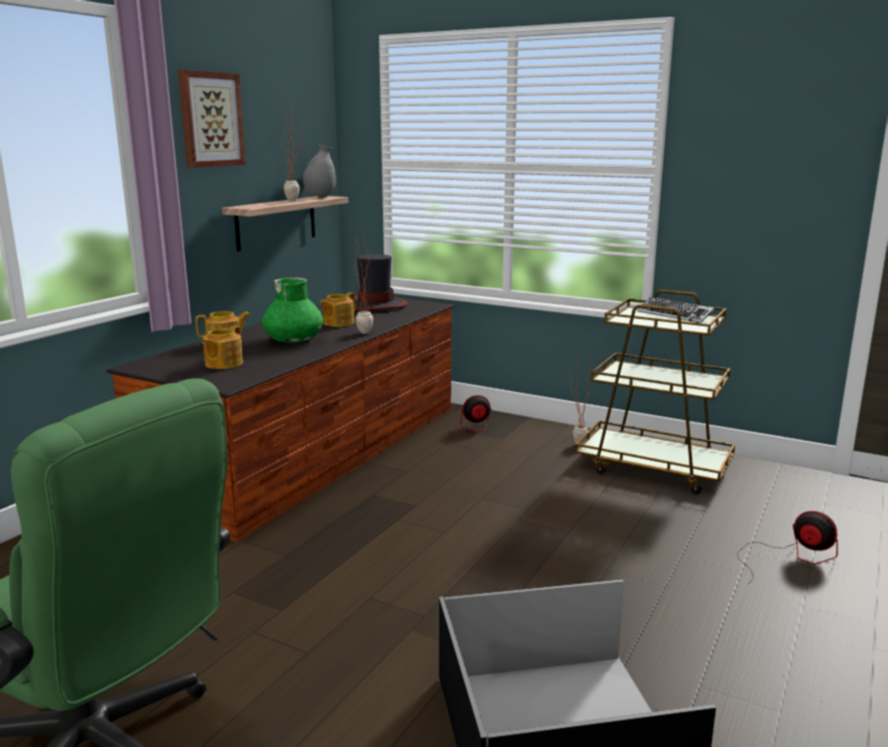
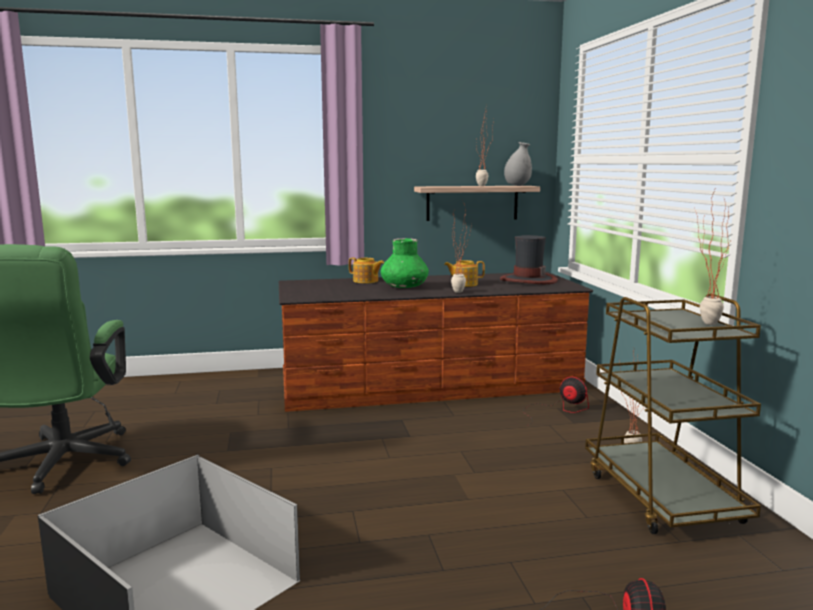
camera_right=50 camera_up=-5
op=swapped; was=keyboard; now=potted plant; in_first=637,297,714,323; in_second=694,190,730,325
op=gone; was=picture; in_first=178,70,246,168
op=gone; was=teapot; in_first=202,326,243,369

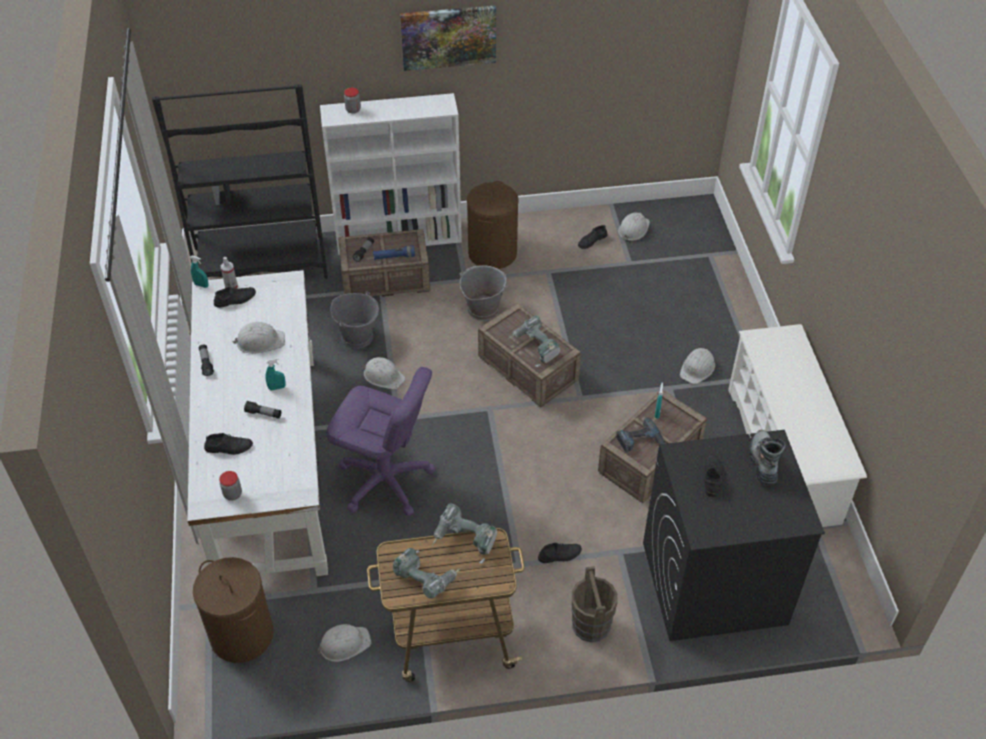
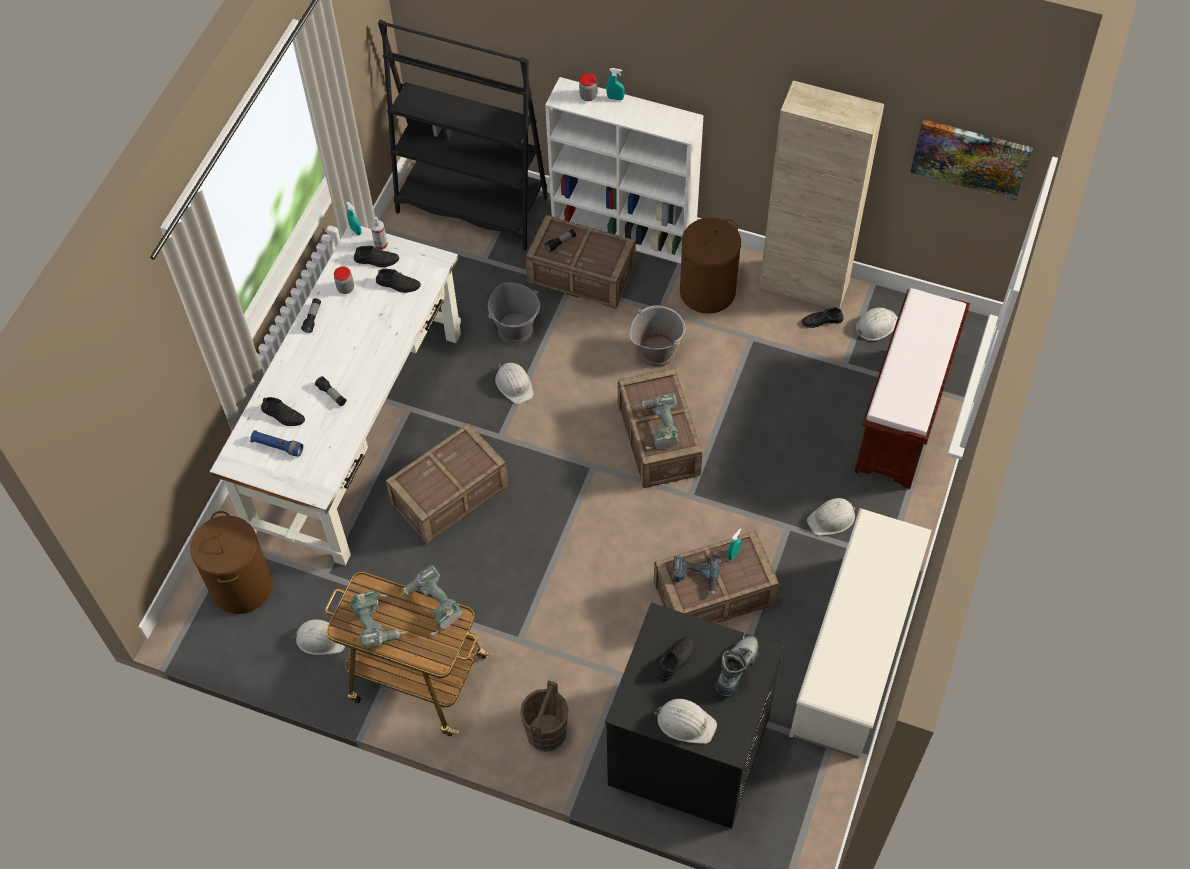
camera_right=30 camera_up=10
op=shifted; was=flashlight (blue); in_first=373,246,415,260; in_second=250,430,303,457
op=shifted; was=jar; in_first=219,471,242,501; in_second=334,267,354,294
op=shifted; was=shoe (black); in_first=538,543,582,563; in_second=376,269,421,293
op=swapped; was=office chair (purple); now=crate; in_first=326,367,436,516; in_second=386,423,509,544
op=shifted; was=spray bottle (turquoise); in_first=265,358,286,391; in_second=606,68,625,100
op=shifted; was=hard hat (white); in_first=233,322,285,354; in_second=654,699,717,744
op=new; now=cabinet (beige); in_second=759,80,884,309
op=new; now=bench (brown); in_second=854,288,970,489
op=shifted; was=picture; in_first=400,6,496,71; in_second=911,119,1033,200

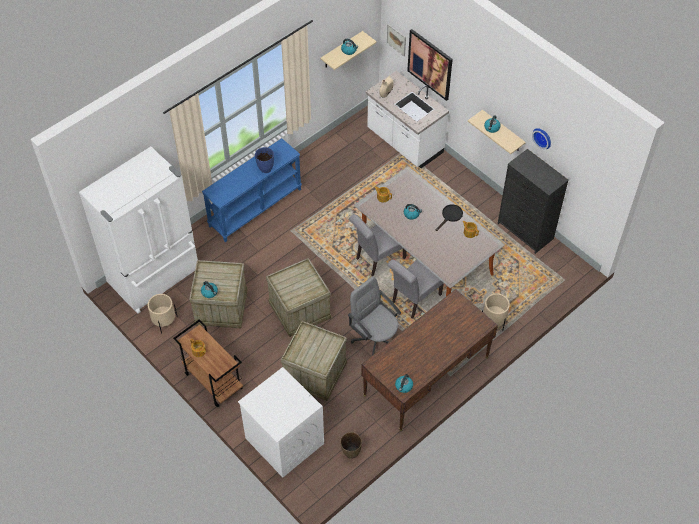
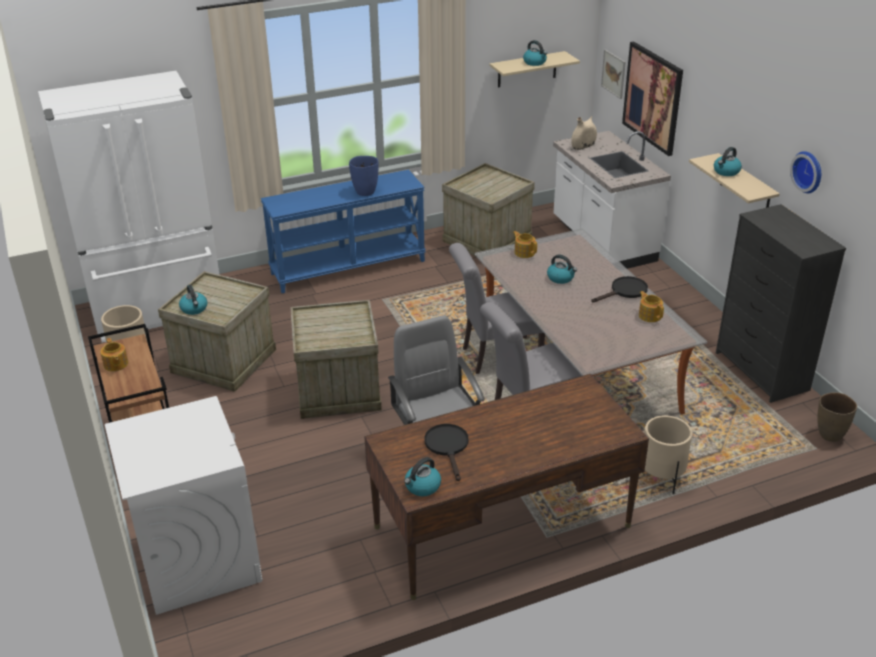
camera_right=20 camera_up=-20
op=new; now=frying pan (black); in_second=424,424,469,481
op=shifted; was=crate; in_first=281,321,347,401; in_second=442,163,535,256
op=shifted; was=vase (brown); in_first=340,432,362,459; in_second=817,392,857,442

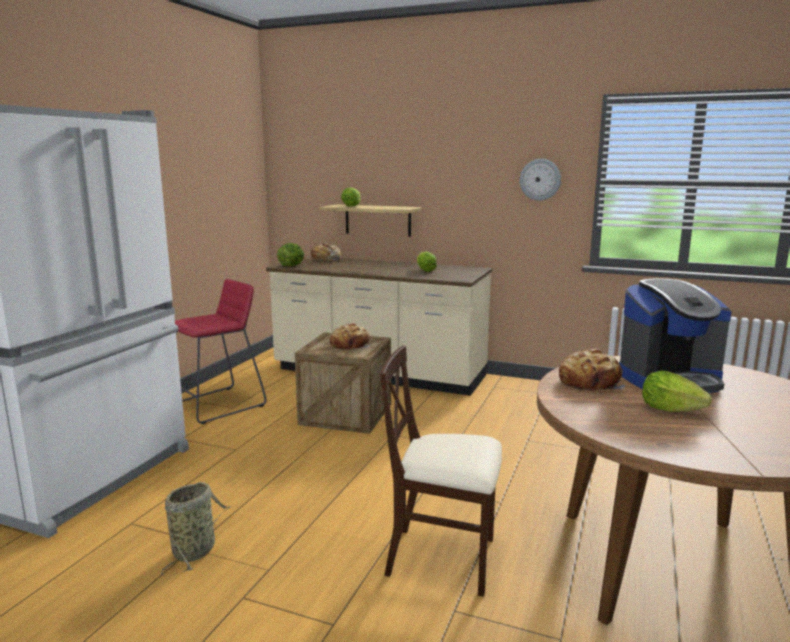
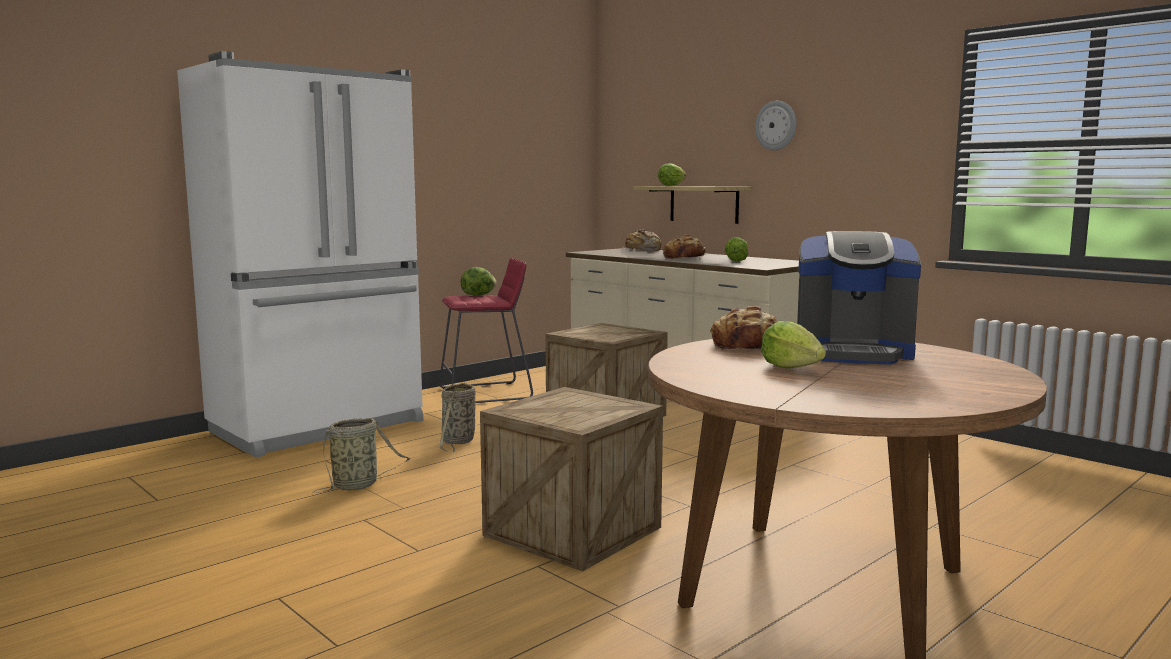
camera_right=25 camera_up=-5
op=new; now=basket; in_second=440,382,476,453
op=shifted; was=lettuce; in_first=277,243,304,266; in_second=460,267,496,295
op=swapped; was=chair (beige); now=crate; in_first=380,346,502,597; in_second=480,387,663,572
op=shifted; was=bread; in_first=330,323,371,351; in_second=663,234,706,259
op=shifted; was=wall clock; in_first=520,159,561,201; in_second=755,101,796,150

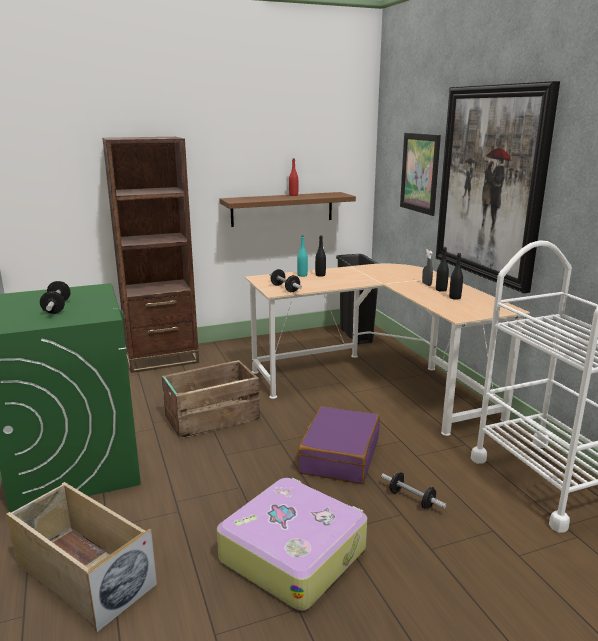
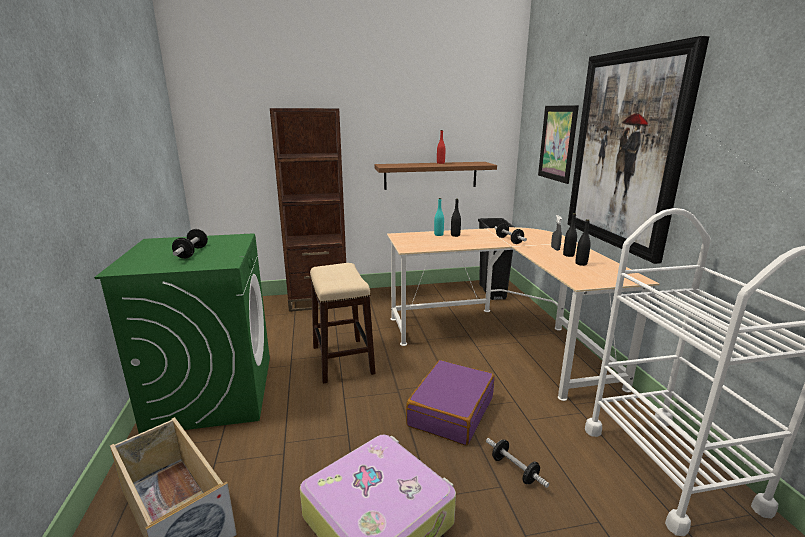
camera_right=10 camera_up=0
op=swapped; was=crate; now=stool; in_first=162,360,260,439; in_second=310,263,376,383
op=shifted; was=dumbbell; in_first=270,269,302,292; in_second=494,223,527,244

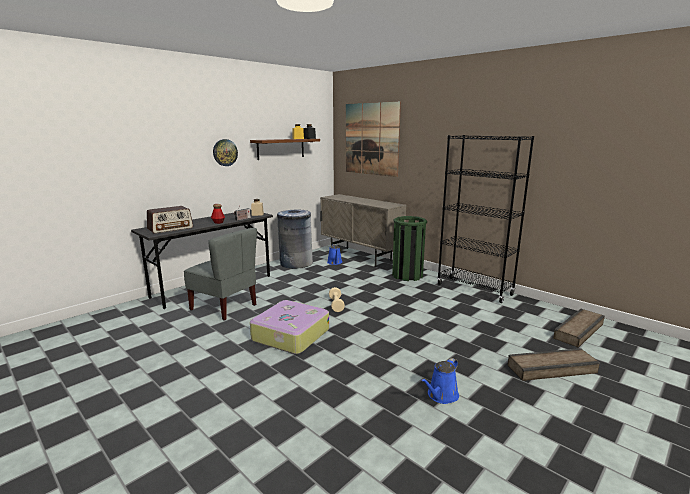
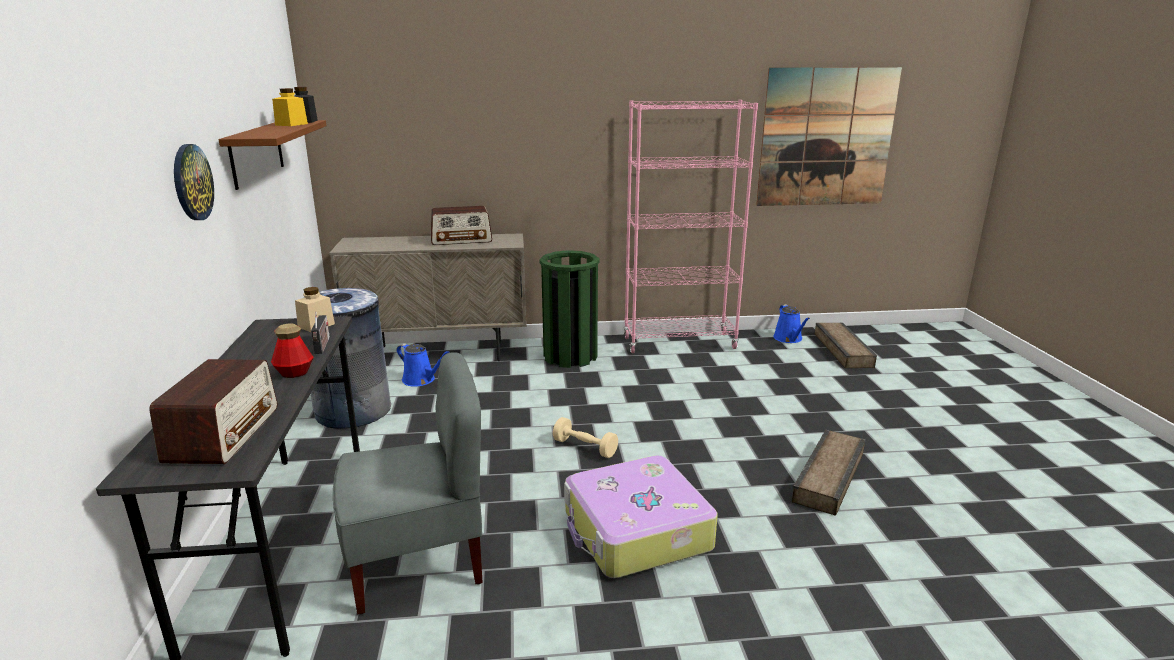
camera_right=-50 camera_up=5
op=new; now=radio; in_second=431,206,492,245
op=repainted; was=bookcase (black); now=bookcase (pink); in_first=437,135,534,303; in_second=624,100,758,353
op=shifted; was=picture; in_first=346,101,401,177; in_second=756,67,902,206
op=shifted; was=watering can (blue); in_first=421,358,459,404; in_second=773,304,810,343
op=shifted; was=crate; in_first=508,348,600,381; in_second=792,430,866,516

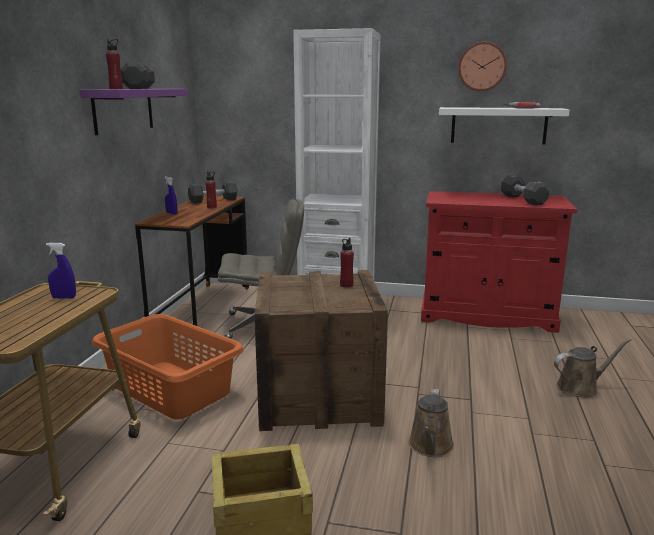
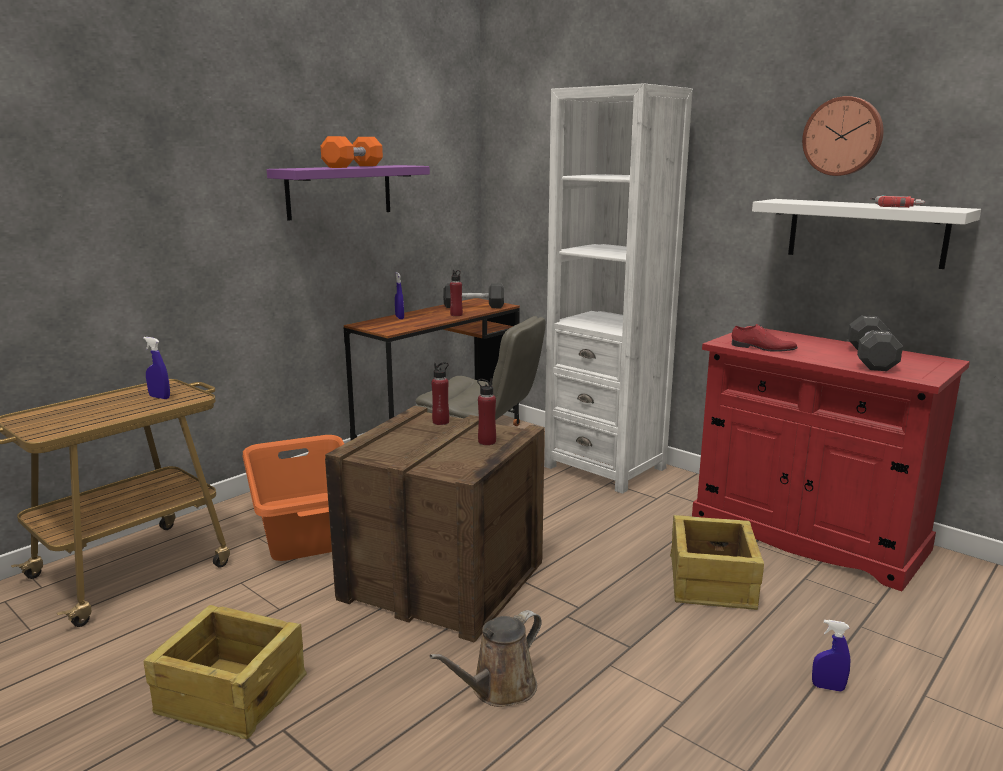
camera_right=30 camera_up=0
op=repainted; was=dumbbell (black); now=dumbbell (orange); in_first=121,62,155,89; in_second=321,136,383,168
op=shifted; was=bottle (red); in_first=106,39,123,89; in_second=431,362,449,425
op=new; now=crate; in_second=670,515,764,610
op=new; now=shoe (red); in_second=732,324,798,352
op=swapped; was=watering can (brown); now=spray bottle (blue); in_first=554,339,631,398; in_second=812,620,850,692

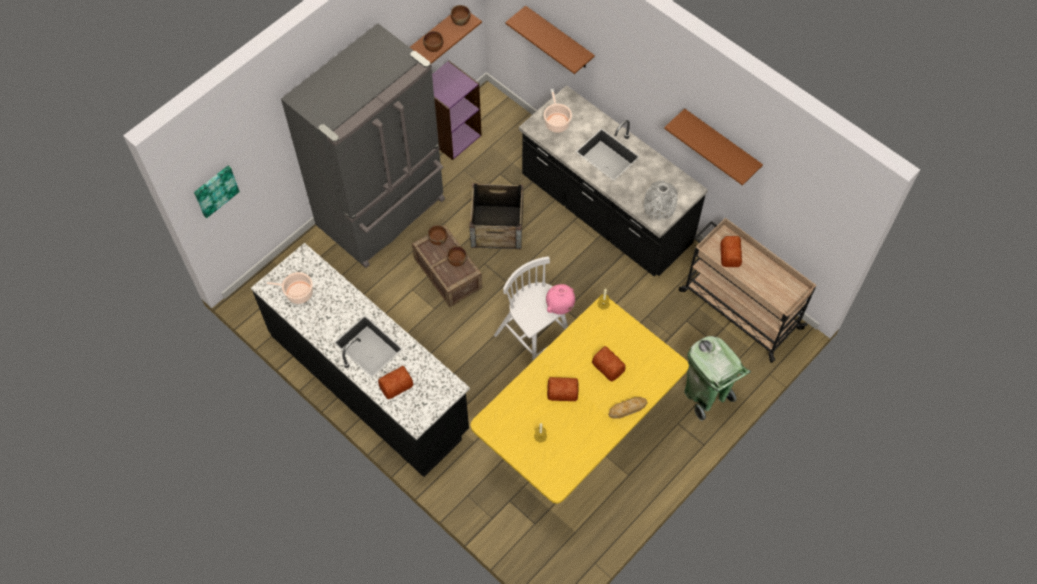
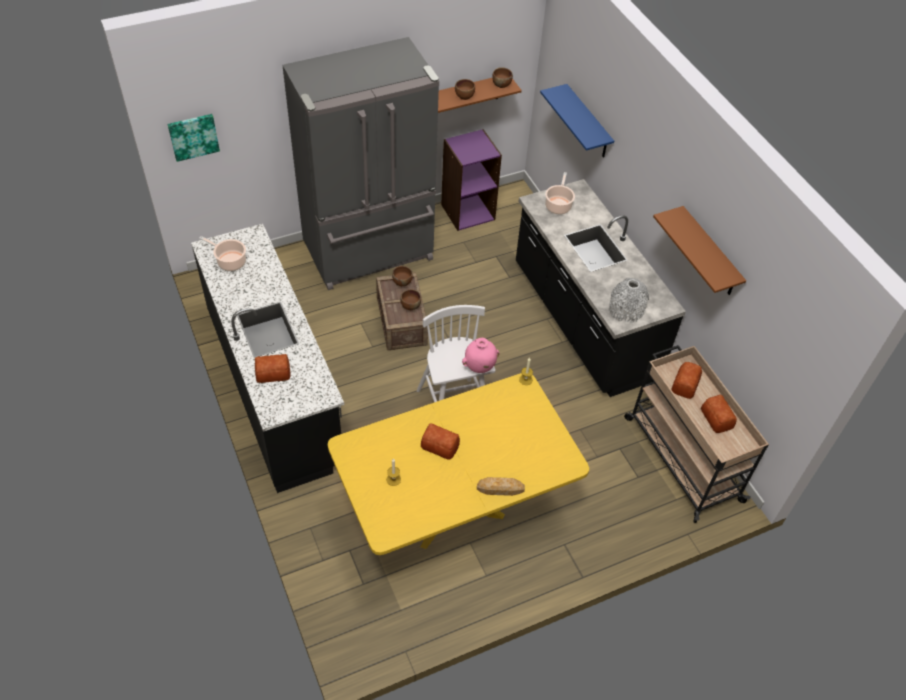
camera_right=20 camera_up=-10
op=repainted; was=shelf (brown); now=shelf (blue); in_first=505,6,595,74; in_second=540,84,614,158
op=shifted; was=bread; in_first=592,346,626,381; in_second=701,395,737,433
op=gone; was=crate; in_first=470,183,523,249
op=gone; was=trash can (green); in_first=684,336,751,421

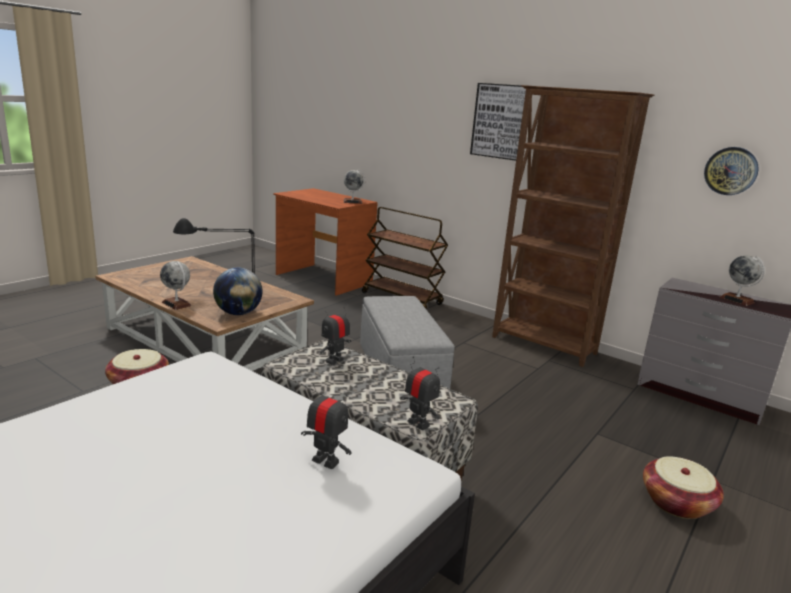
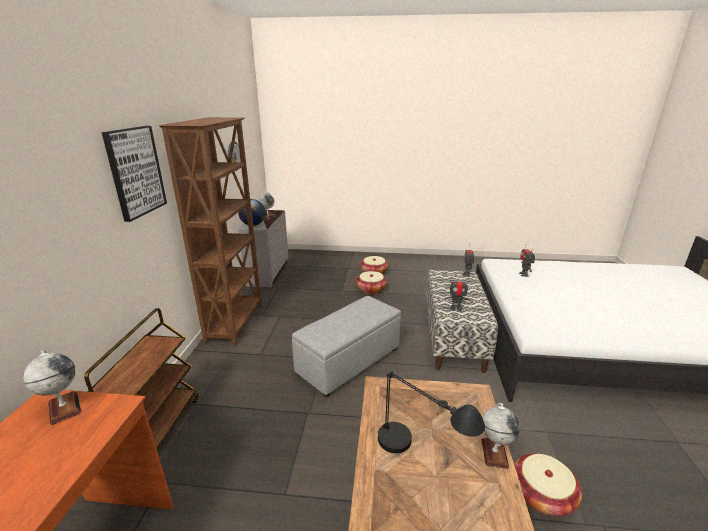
camera_right=-120 camera_up=5
op=shifted; was=globe; in_first=213,268,263,315; in_second=238,199,266,226
op=new; now=basket; in_second=356,271,387,294

